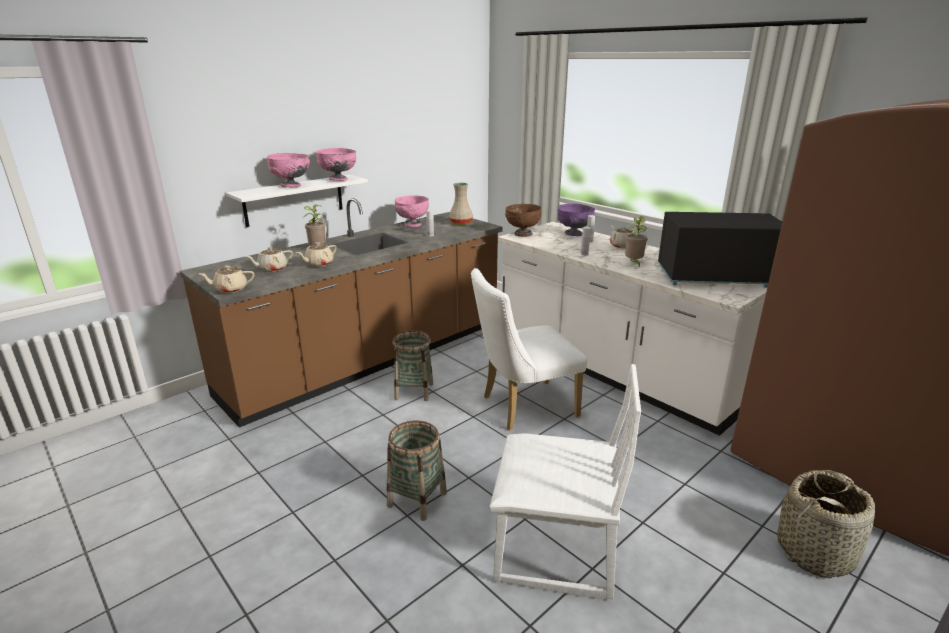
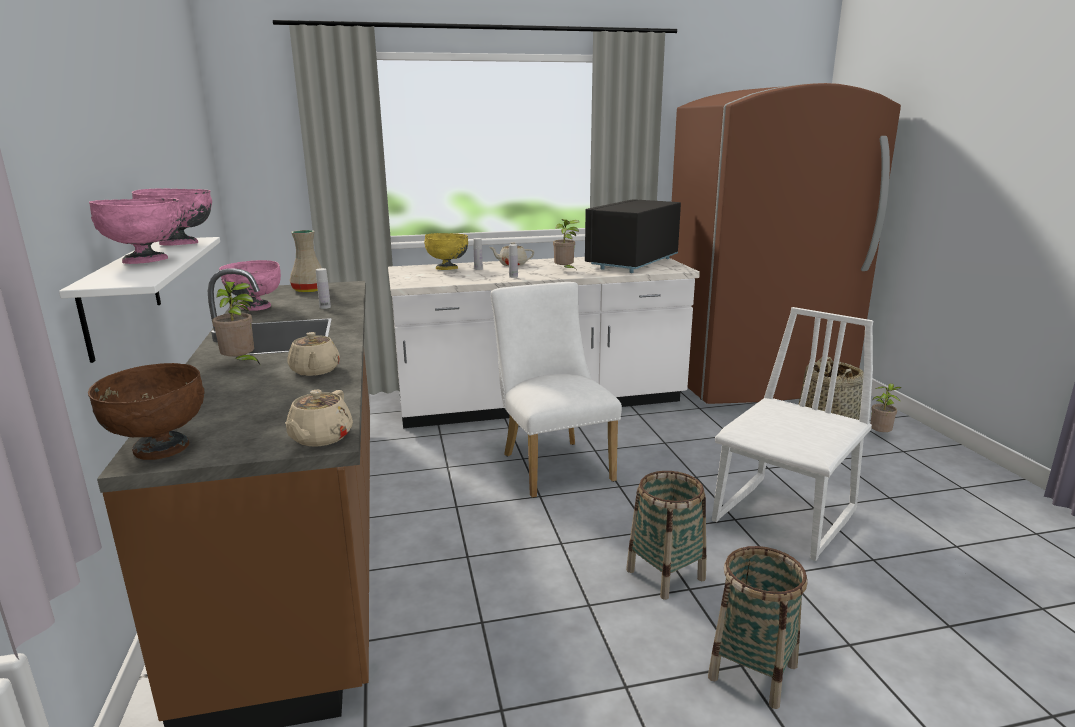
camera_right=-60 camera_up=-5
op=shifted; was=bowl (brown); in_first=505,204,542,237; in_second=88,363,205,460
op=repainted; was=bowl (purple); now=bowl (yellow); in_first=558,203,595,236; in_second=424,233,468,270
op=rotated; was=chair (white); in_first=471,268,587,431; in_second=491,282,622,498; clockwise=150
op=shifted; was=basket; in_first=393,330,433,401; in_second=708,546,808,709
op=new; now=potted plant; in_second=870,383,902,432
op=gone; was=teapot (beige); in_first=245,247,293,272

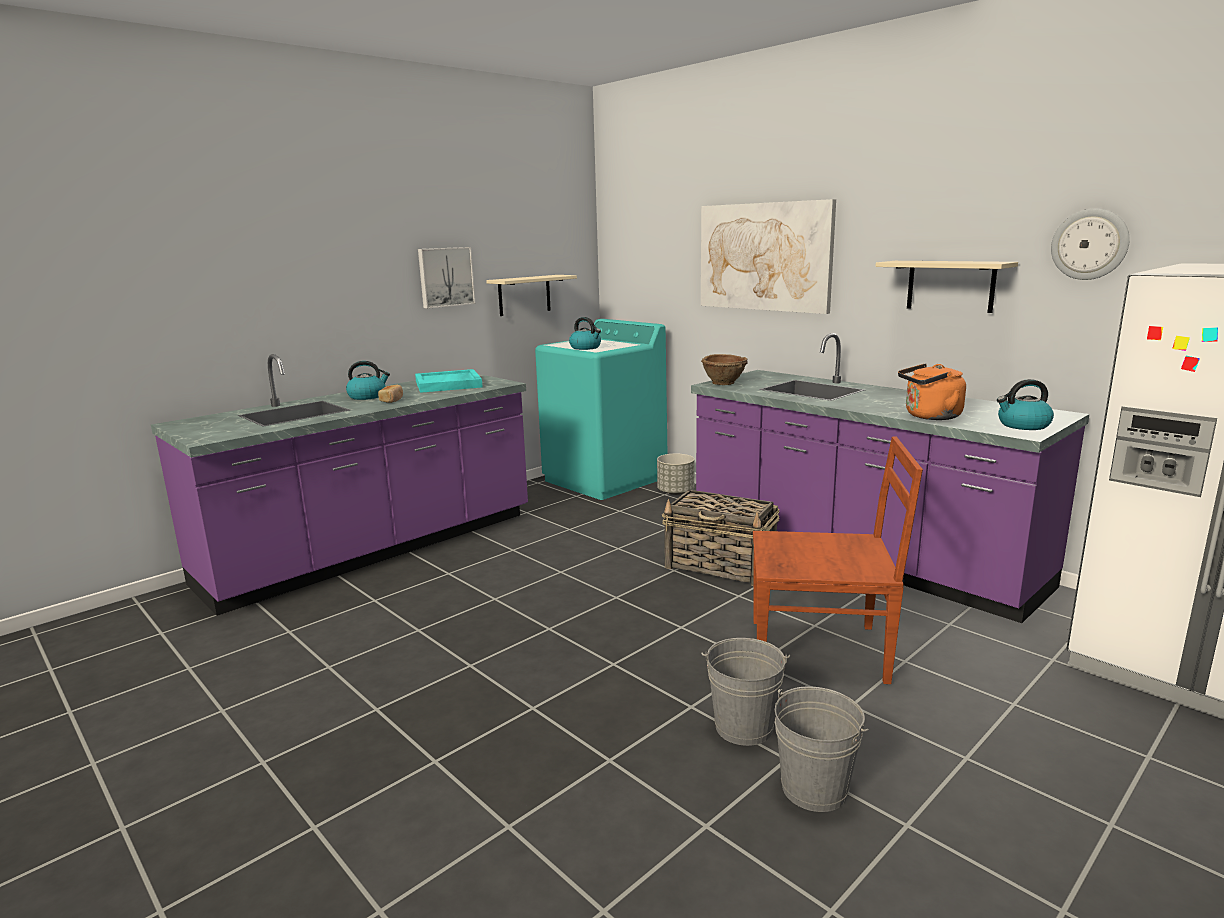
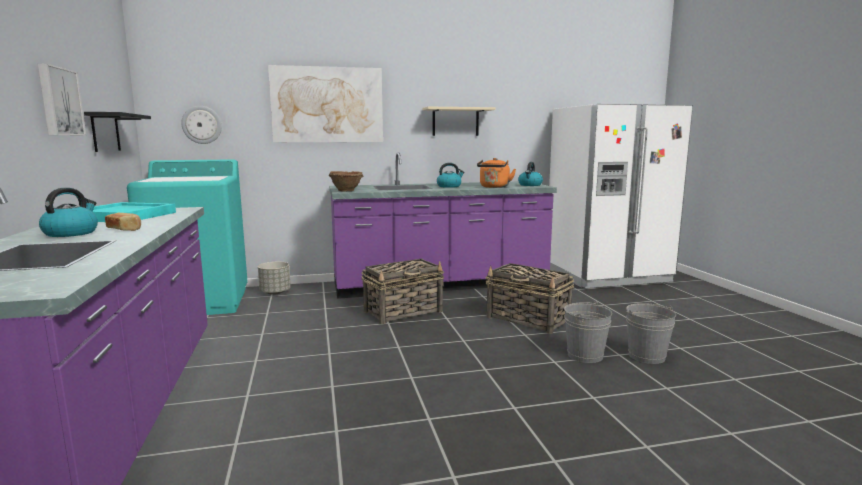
camera_right=-60 camera_up=-5
op=repainted; was=shelf (beige); now=shelf (black); in_first=486,275,577,316; in_second=84,112,151,152
op=shifted; was=wall clock; in_first=1051,208,1130,280; in_second=181,106,222,144
op=shifted; was=kettle; in_first=569,317,601,350; in_second=437,163,464,188
op=swapped; was=chair (brown); now=basket; in_first=753,436,923,684; in_second=485,263,574,334

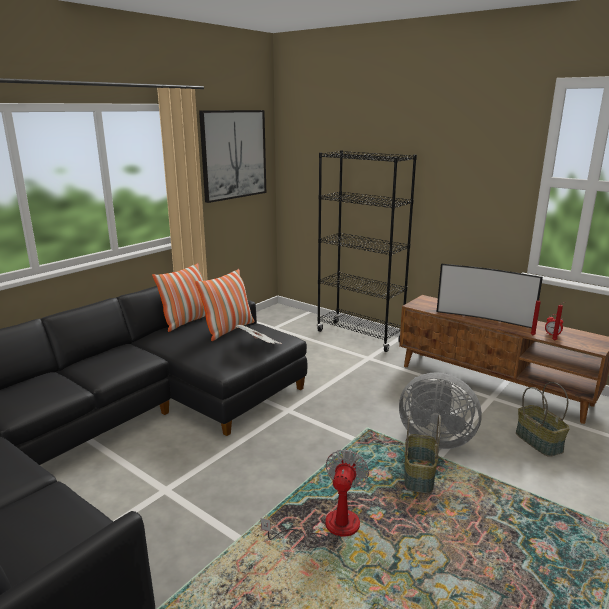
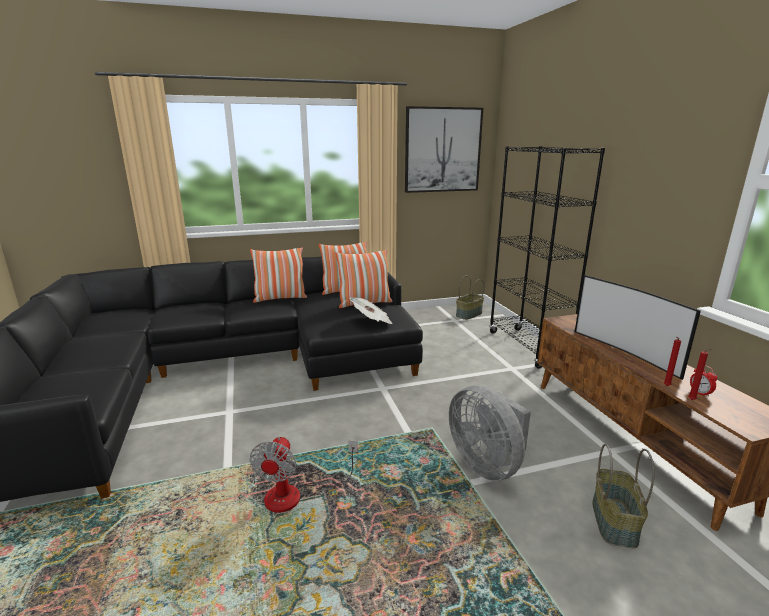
camera_right=35 camera_up=0
op=rotated; was=fan; in_first=261,449,369,548; in_second=249,436,358,513; clockwise=135
op=new; now=pillow; in_second=250,247,307,303
op=shifted; was=basket; in_first=404,411,441,494; in_second=456,276,484,320

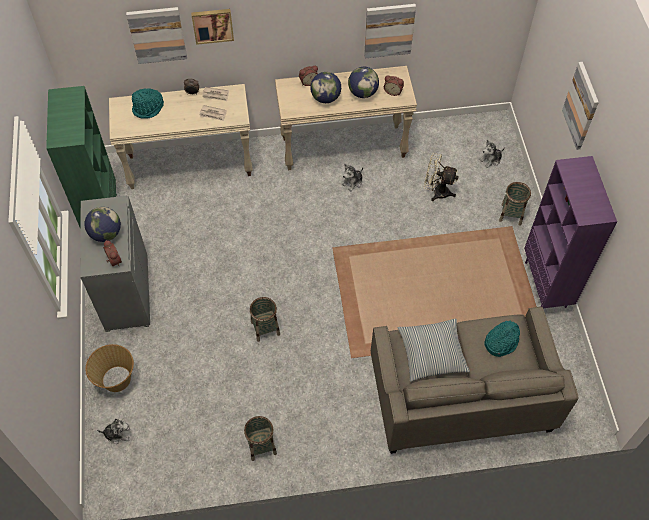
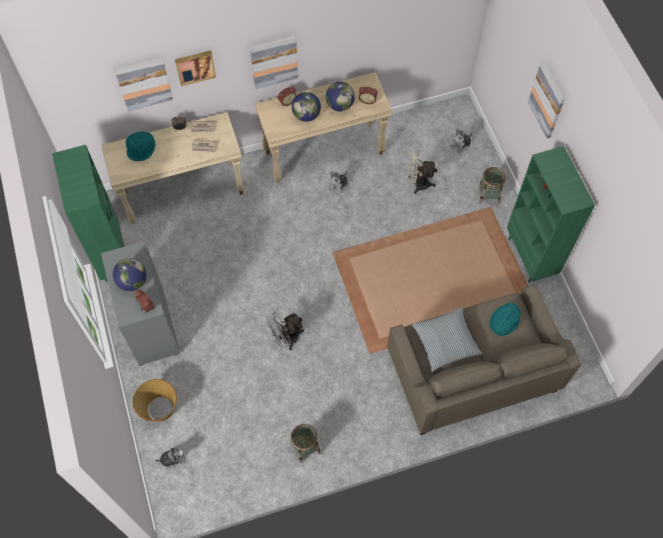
camera_right=-10 camera_up=5
op=shifted; was=picture; in_first=364,4,416,58; in_second=250,35,298,89
op=swapped; was=basket; now=fan (grey); in_first=250,297,280,342; in_second=266,312,304,350
op=repainted; was=bookcase (purple); now=bookcase (green); in_first=524,156,617,308; in_second=507,146,595,283

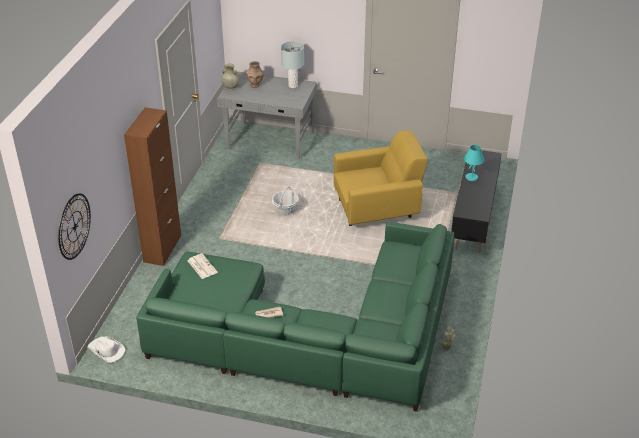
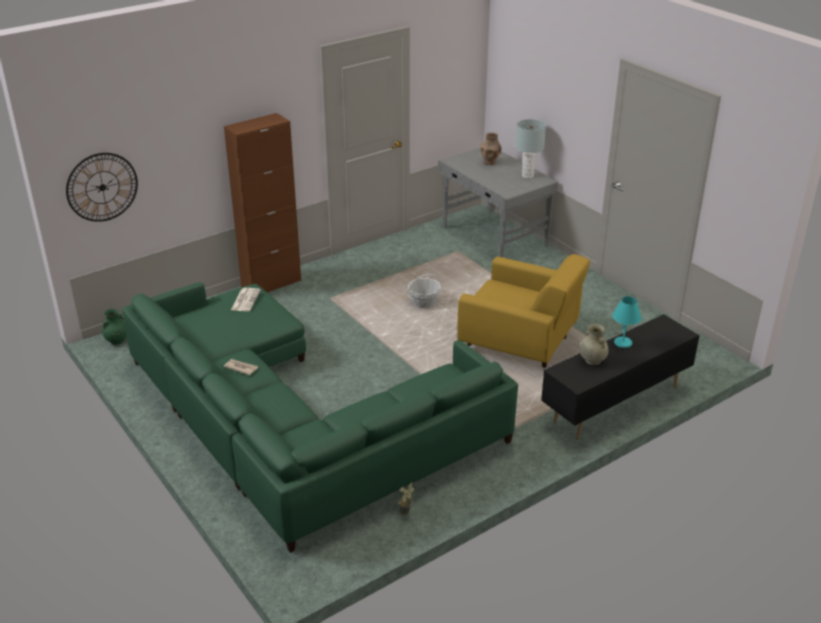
camera_right=40 camera_up=-5
op=swapped; was=hat (white); now=vase (green); in_first=87,336,125,363; in_second=102,309,127,345
op=shifted; was=vase (beige); in_first=221,64,239,90; in_second=580,324,609,365

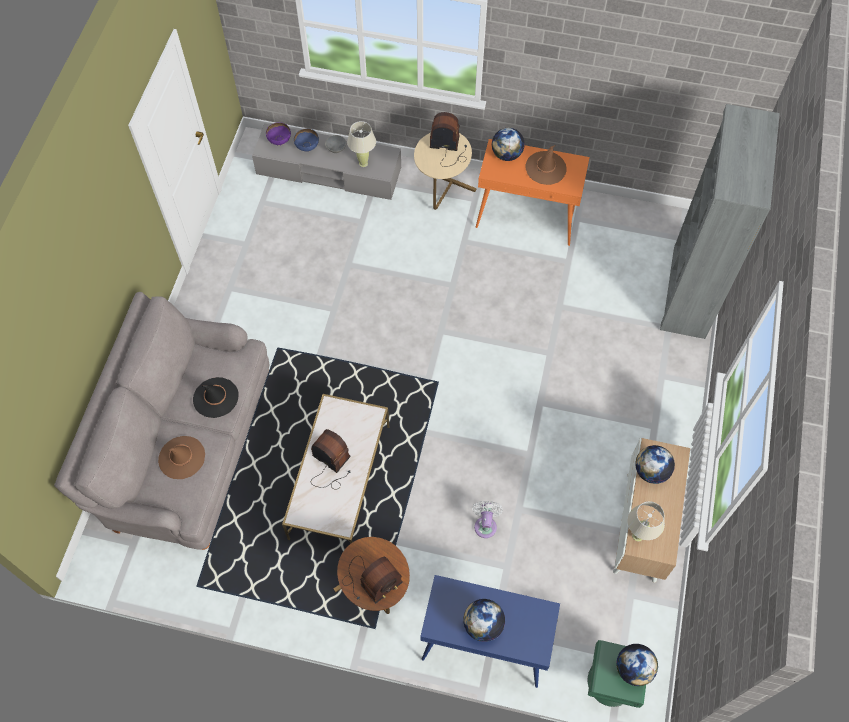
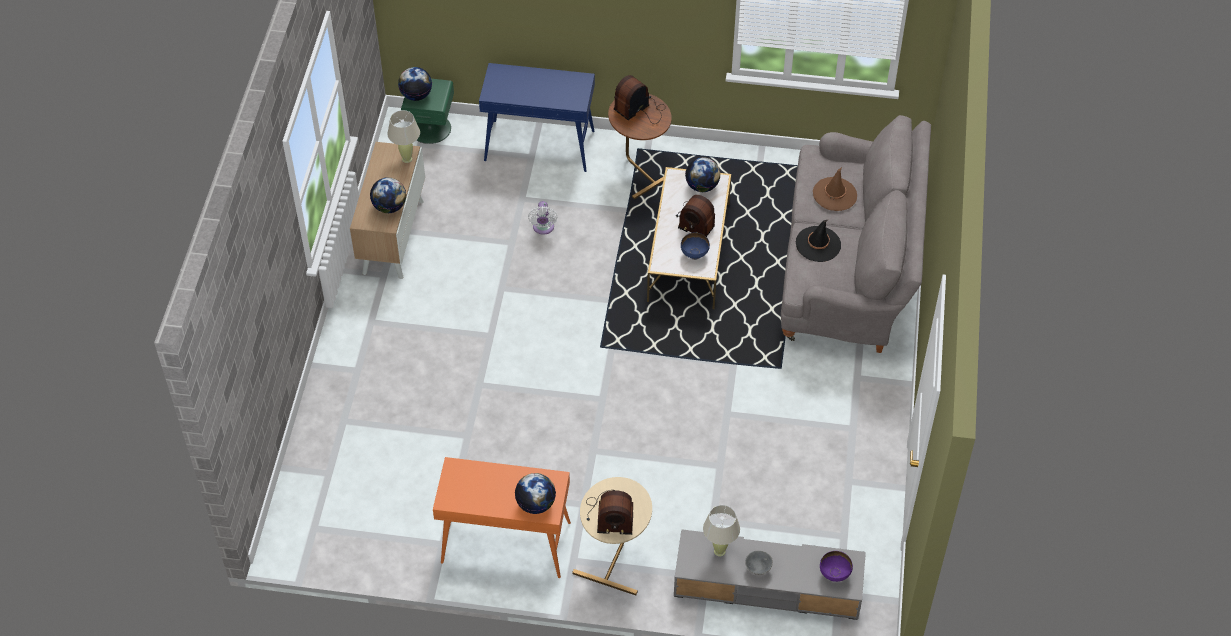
camera_right=175 camera_up=-10
op=shifted; was=bowl (blue); in_first=294,128,319,152; in_second=681,233,710,260
op=shifted; was=globe; in_first=463,599,505,642; in_second=685,157,720,192
op=gone; was=hat (brown); in_first=526,145,567,185
op=gone; was=bookcase (grey); in_first=660,104,780,339

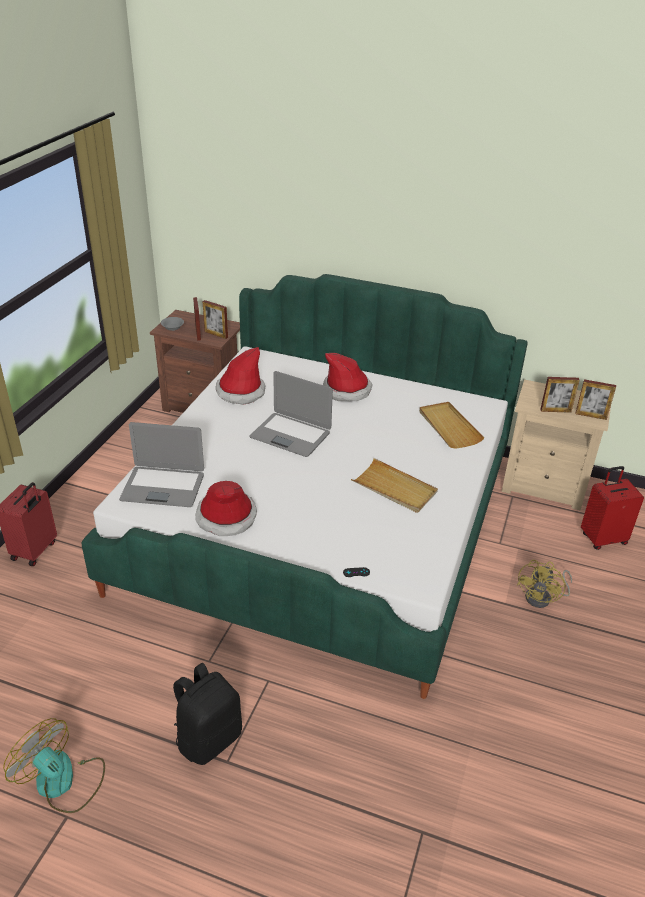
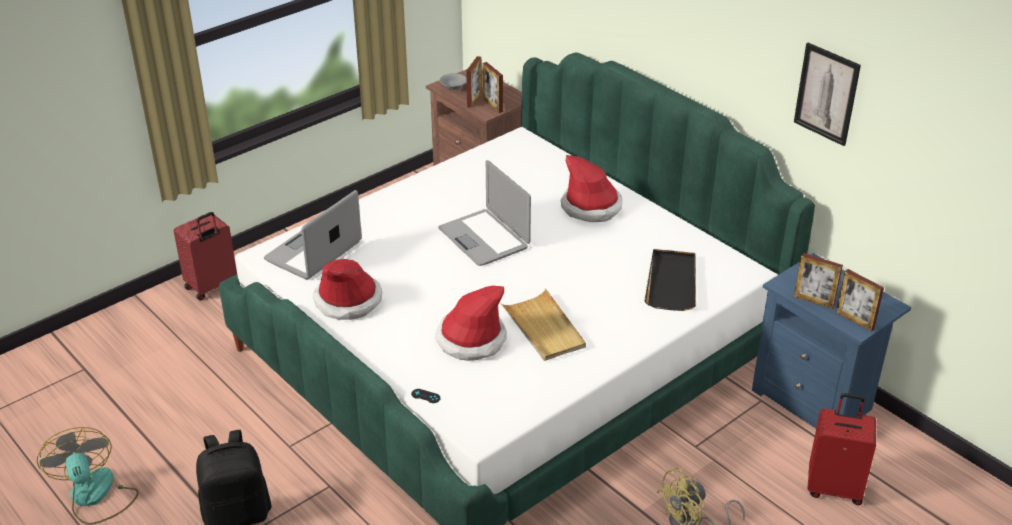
camera_right=30 camera_up=0
op=rotated; was=laptop; in_first=119,422,204,507; in_second=264,190,362,280; clockwise=90
op=shifted; was=hat; in_first=216,347,265,405; in_second=435,286,507,361
op=repainted; was=tray (beige); now=tray (black); in_first=419,402,484,449; in_second=644,249,696,311
op=repainted; was=nightstand (beige); now=nightstand (blue); in_first=502,379,611,510; in_second=752,253,911,428
op=new; now=picture; in_second=794,43,861,146

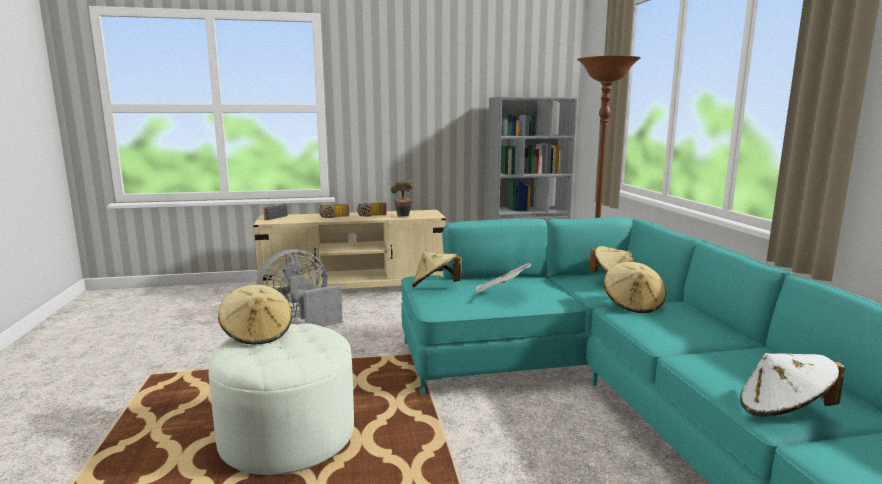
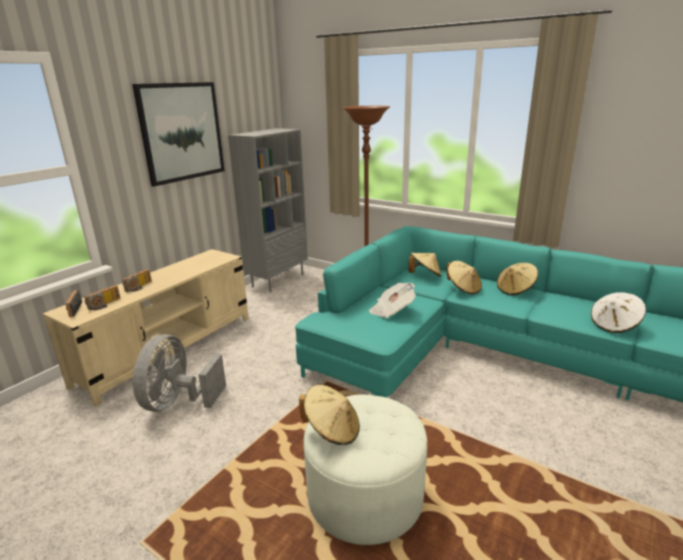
camera_right=-45 camera_up=10
op=shifted; was=radio; in_first=357,202,387,217; in_second=84,285,120,310
op=new; now=picture; in_second=132,82,225,187
op=shifted; was=hat (beige); in_first=412,252,462,287; in_second=497,263,538,295
op=gone; was=potted plant; in_first=390,180,413,216

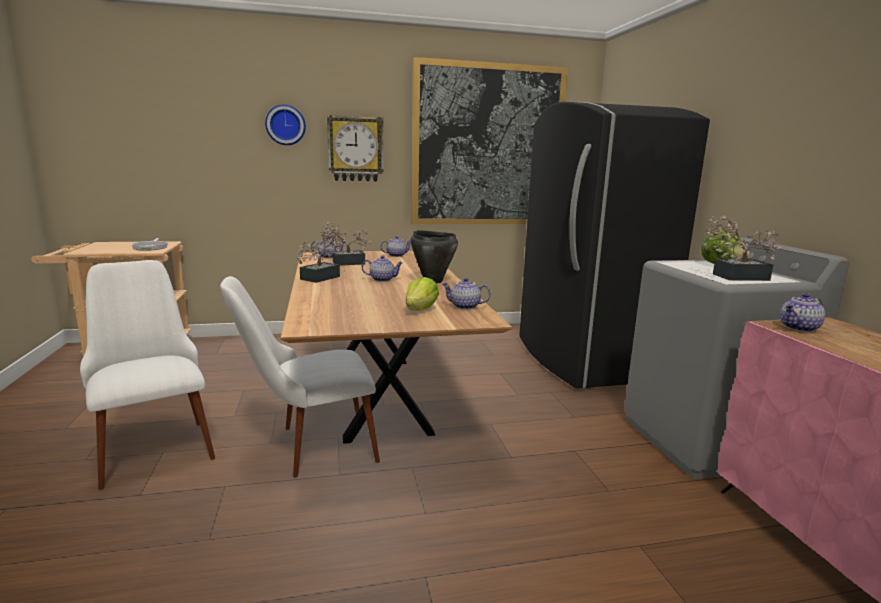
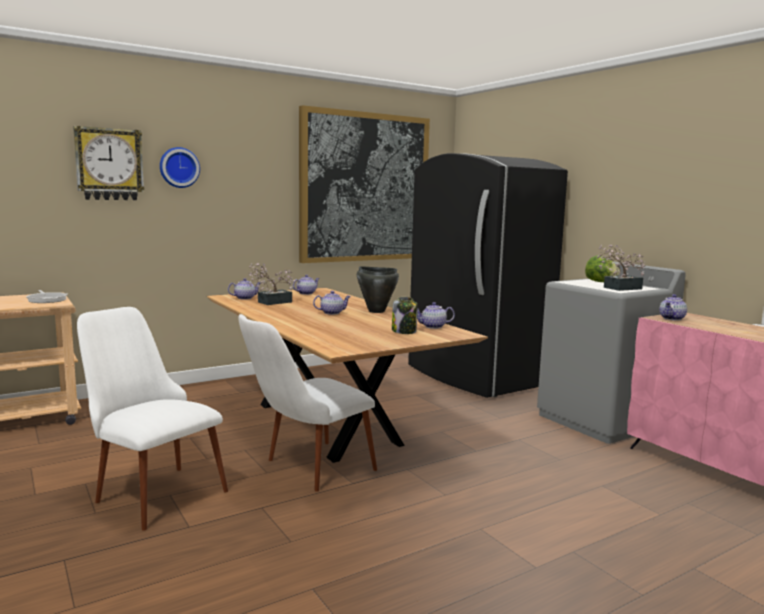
camera_right=-20 camera_up=-5
op=shifted; was=wall clock; in_first=327,115,384,181; in_second=73,126,144,200
op=swapped; was=lettuce; now=jar; in_first=406,277,439,311; in_second=392,297,418,334
op=gone; was=potted plant; in_first=297,229,349,283

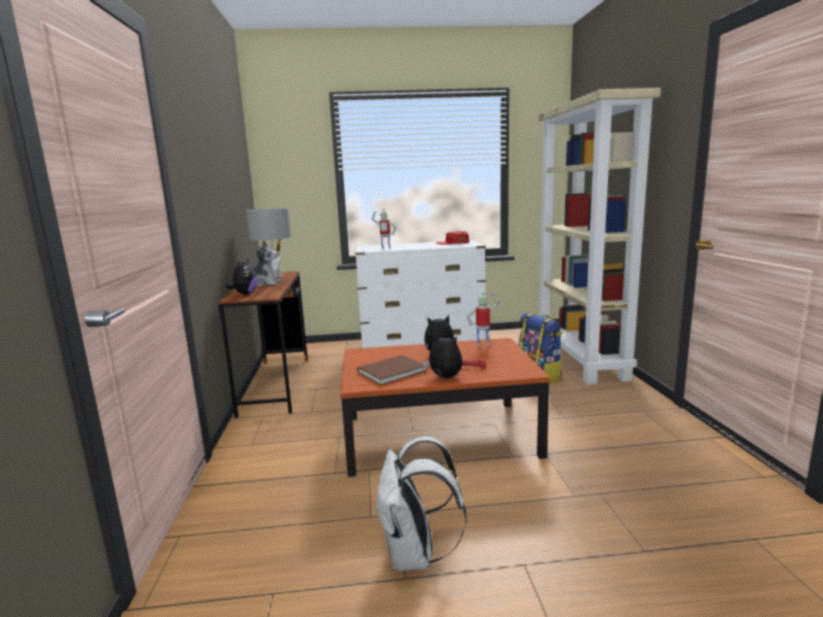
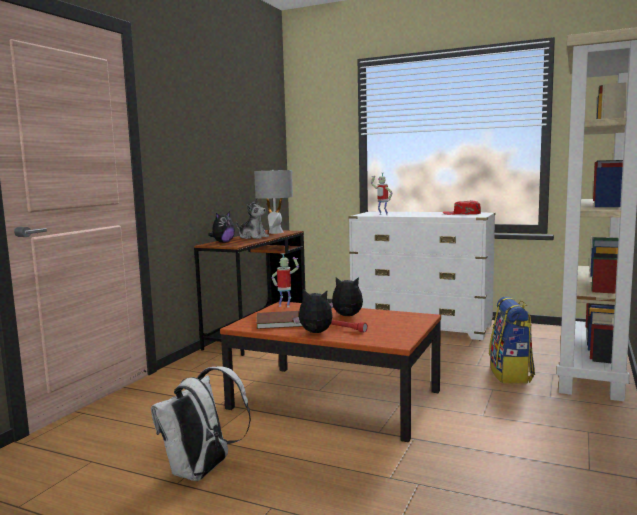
camera_right=30 camera_up=-5
op=shifted; was=toy robot; in_first=467,291,499,346; in_second=271,253,299,308
op=rotated; was=plush toy; in_first=423,333,462,378; in_second=293,289,333,333; clockwise=-45

